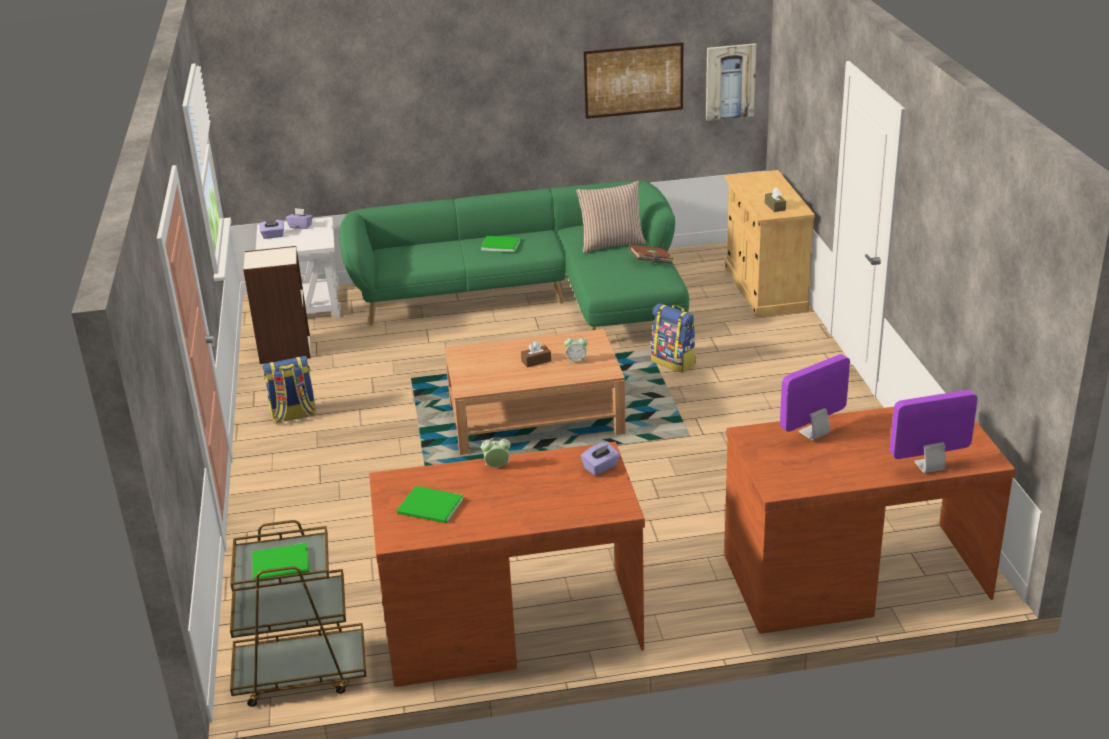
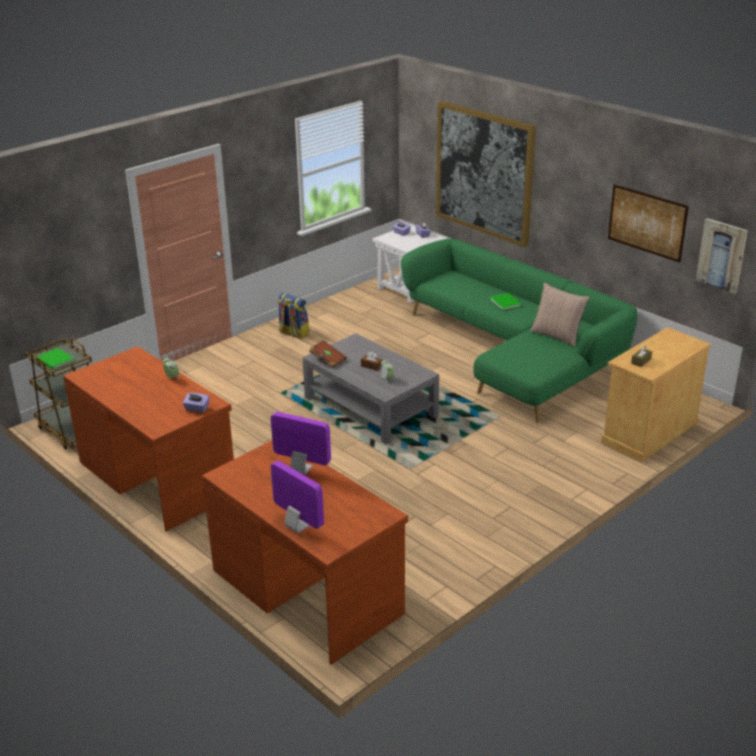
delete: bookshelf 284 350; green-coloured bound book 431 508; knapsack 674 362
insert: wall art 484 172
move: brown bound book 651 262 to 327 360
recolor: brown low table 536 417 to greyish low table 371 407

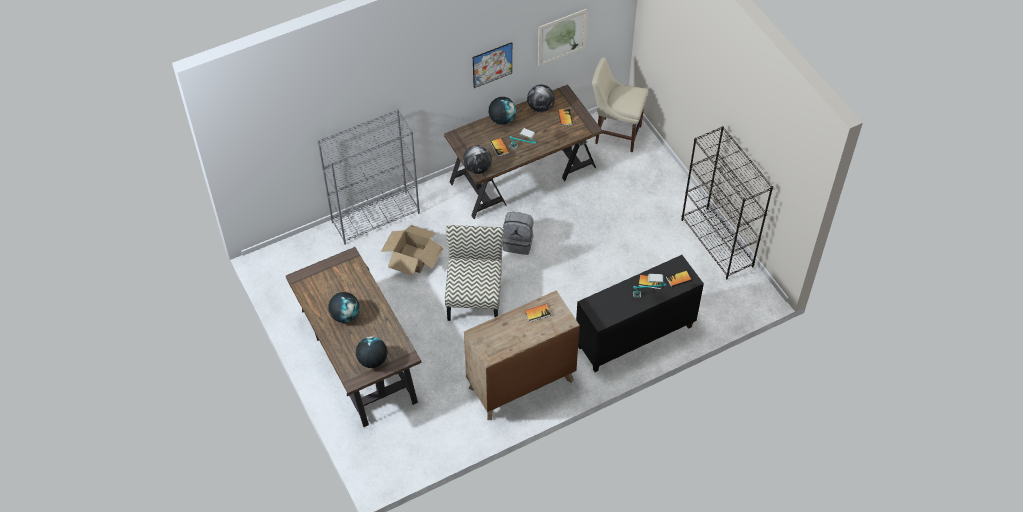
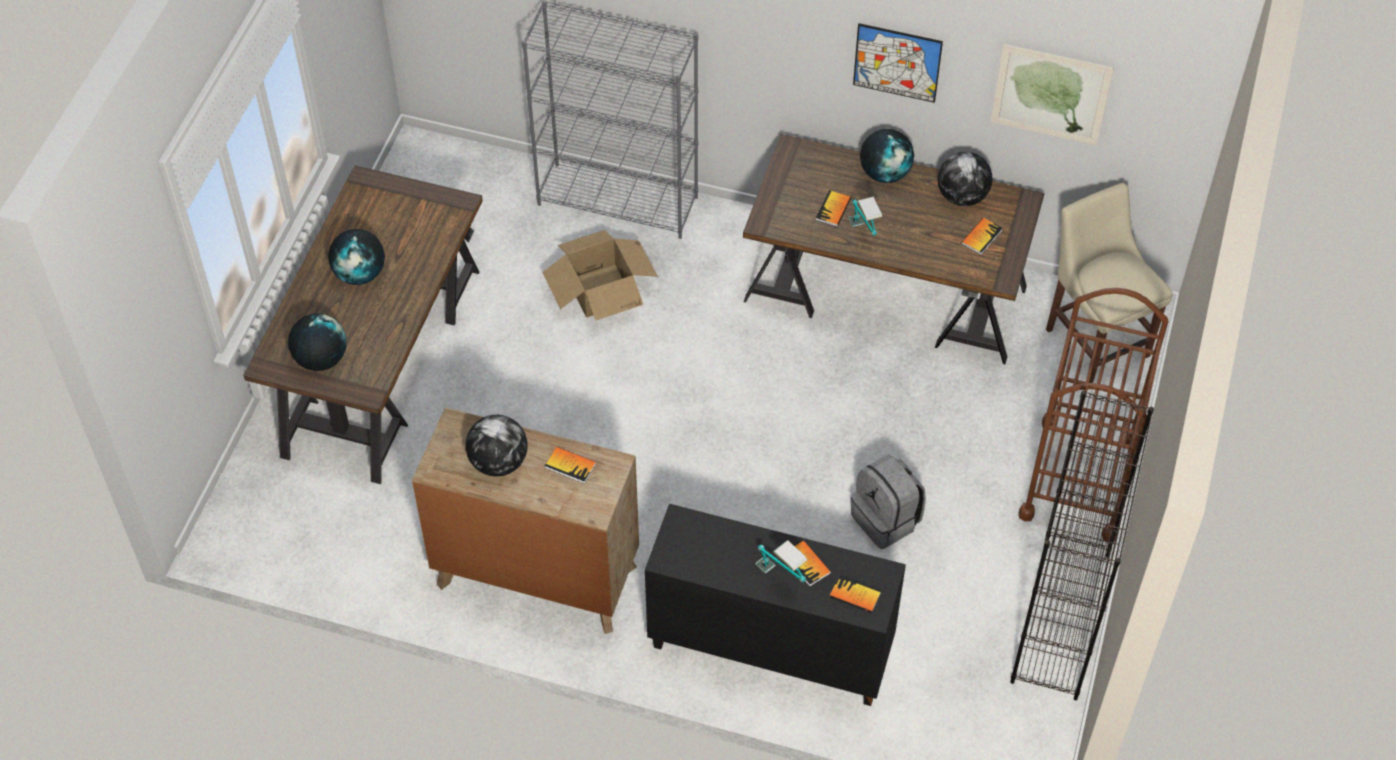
delete: plain chair 474 297
insert: brown cart 1079 479
move: globe 477 169 to 498 462; greyish knapsack 518 242 to 886 520

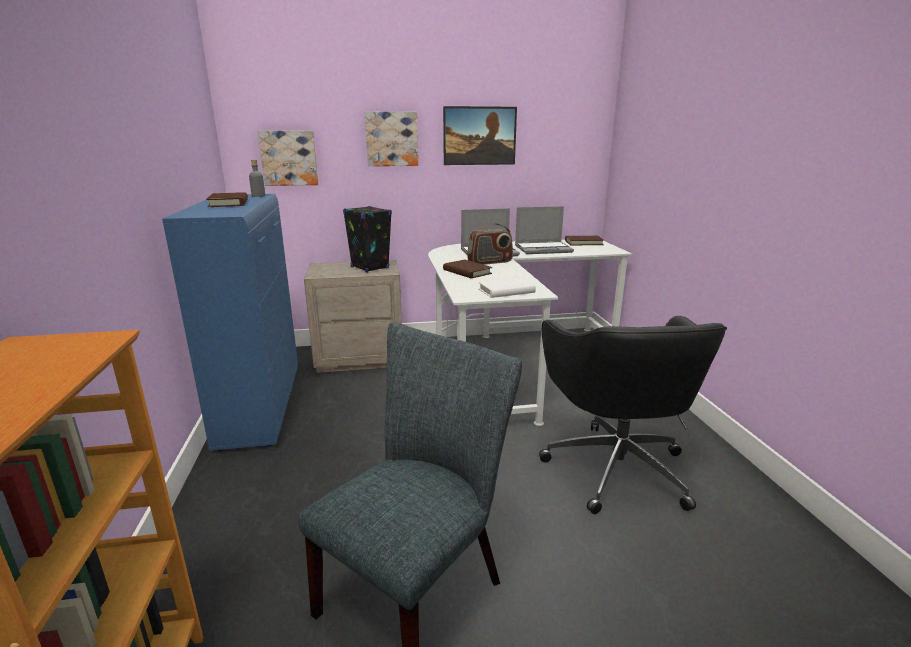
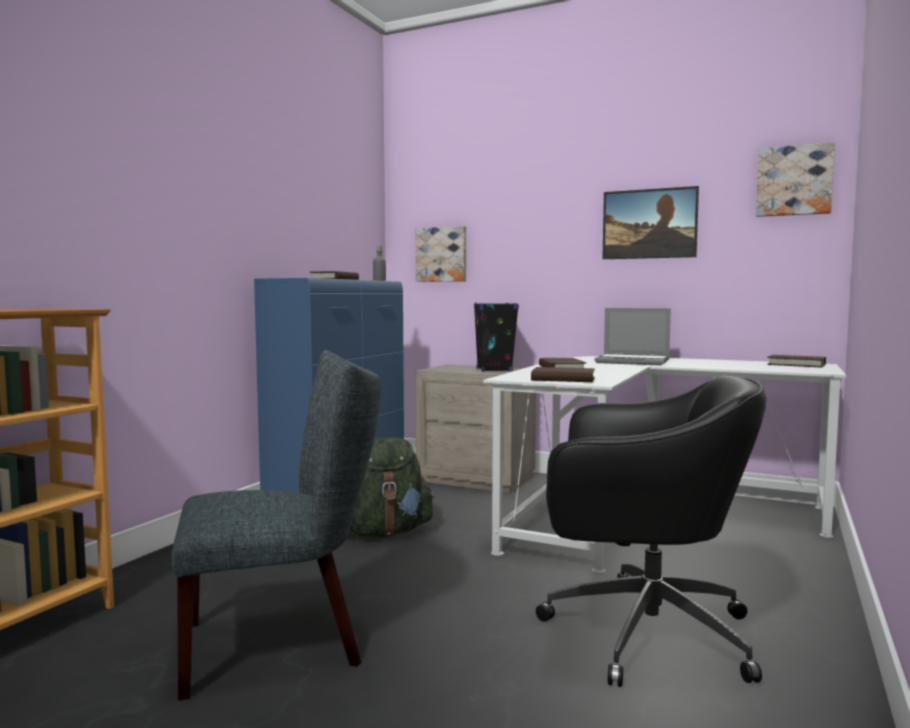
delete: radio set 490 262; portable computer 543 249
insert: green-coloured knapsack 383 532
move: wall art 391 139 to 794 181
recolor: white bound book 506 291 to brown bound book 563 379
rotate: black-coloured computer chair 615 466 = 642 632 105 degrees counterclockwise

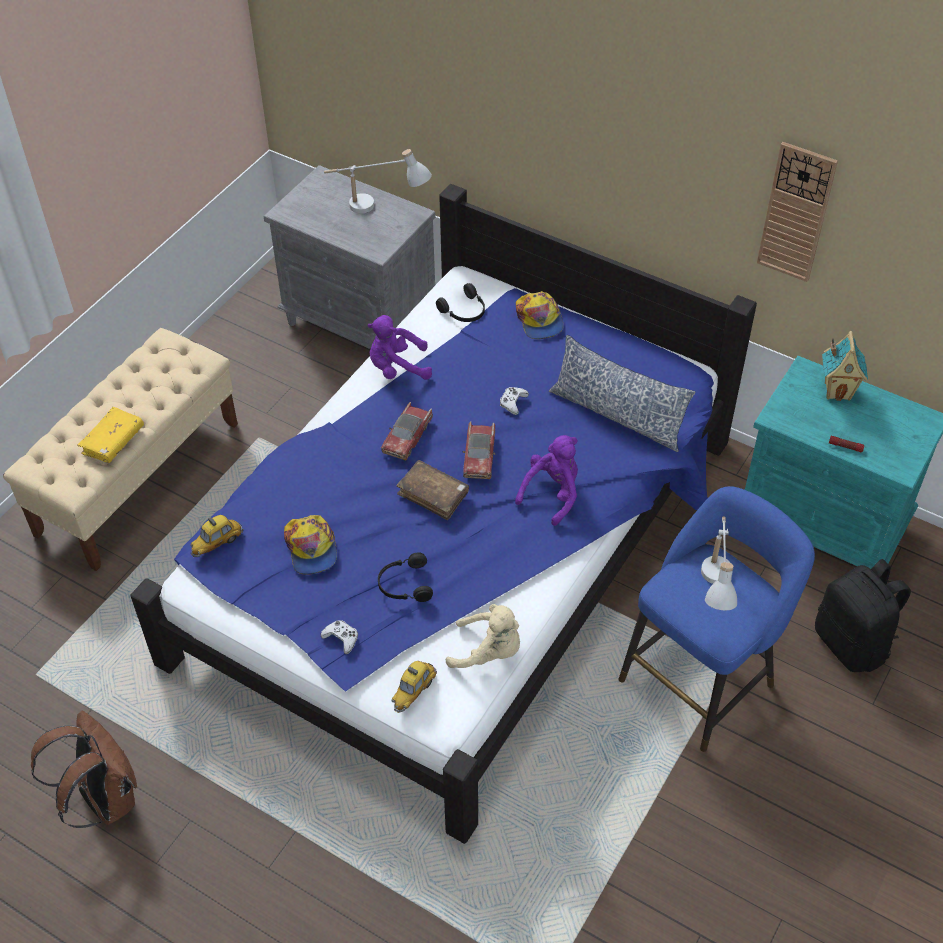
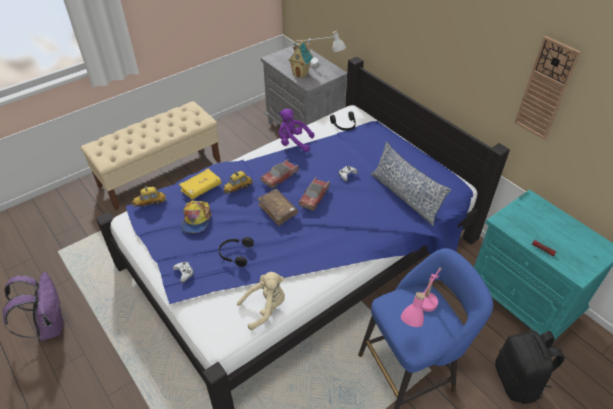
delete: purplish plush toy 552 494; cap 539 320
move: yellow bound book 113 441 to 201 188; model car 414 691 to 238 188; toy house 838 390 to 301 74
recolor: brown knapsack 104 799 to purplish knapsack 49 326; white table lamp 715 591 to pink table lamp 420 314
rotate: beige plush toy 489 651 = 265 308 60 degrees counterclockwise

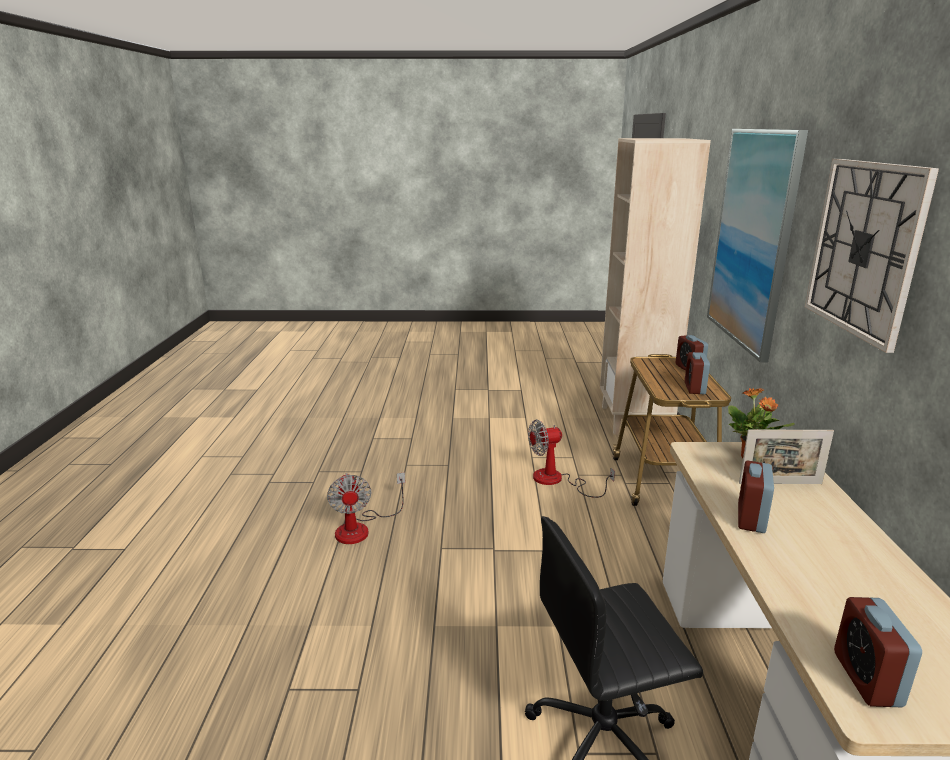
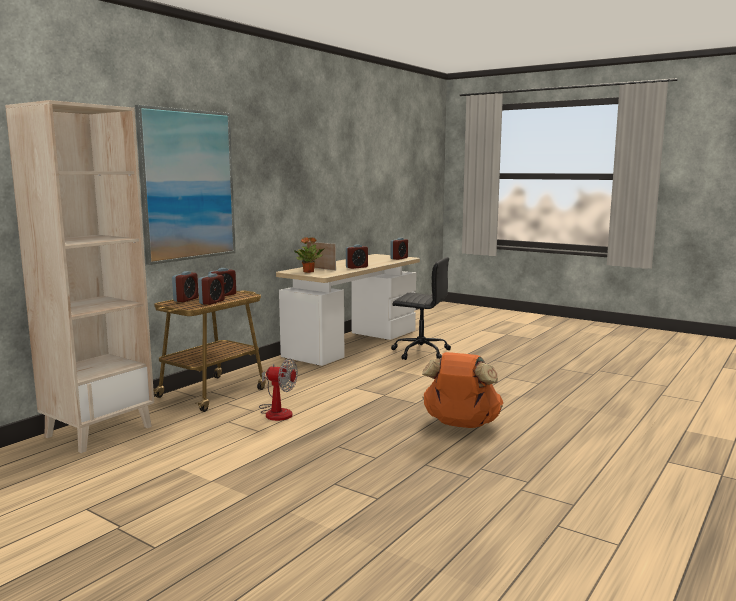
delete: hanging clock 864 248
insert: table clock 212 302
replace: electric fan 361 528 to orange knapsack 460 425

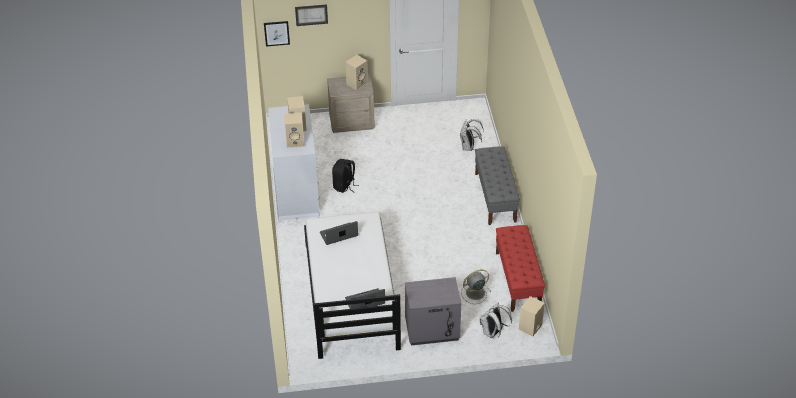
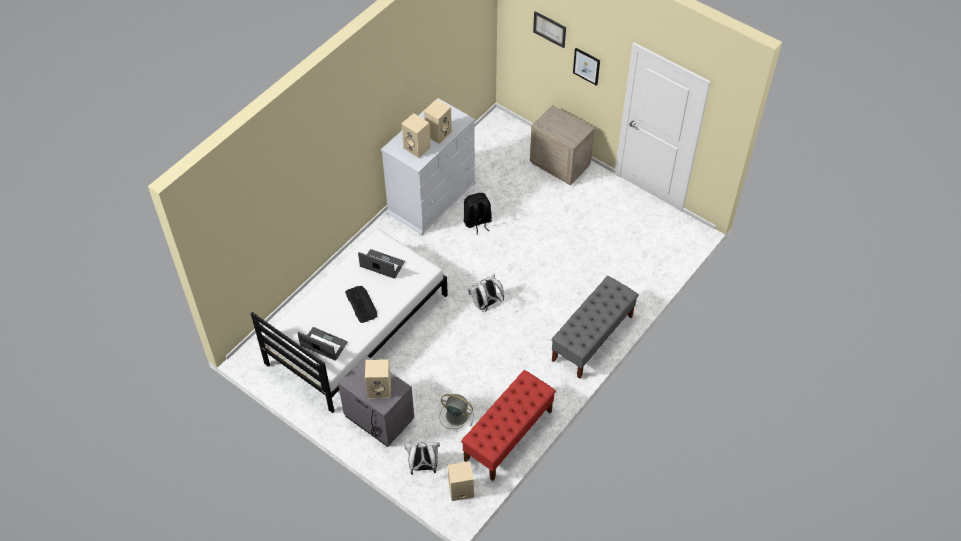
insert: keyboard 361 304
move: wall art 276 33 to 586 66; beige speaker 357 83 to 380 388; white knapsack 469 147 to 485 304

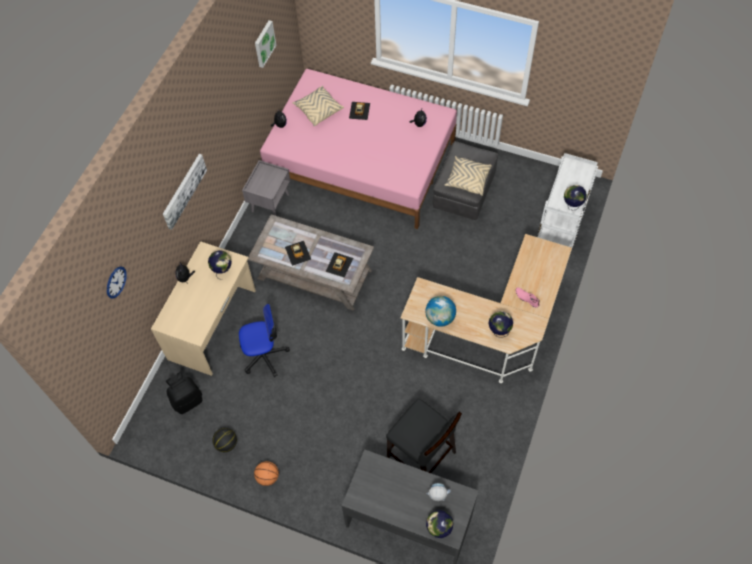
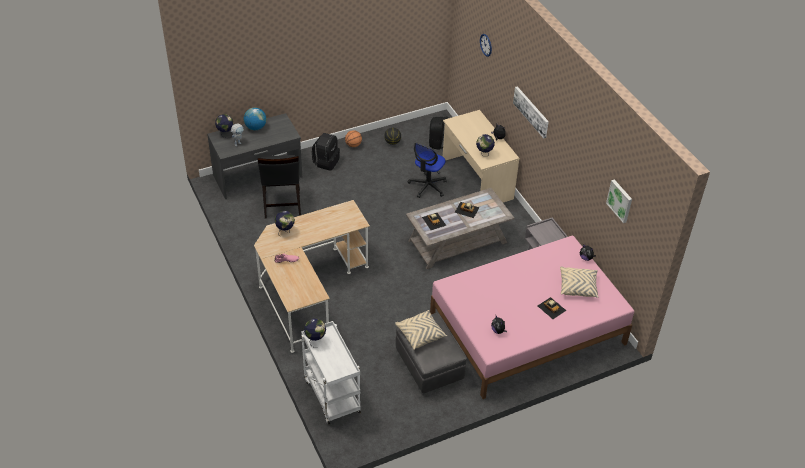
insert: black-coloured knapsack 326 162
move: globe 440 318 to 255 127
rotate: black-coloured plain chair 421 455 = 282 204 90 degrees counterclockwise

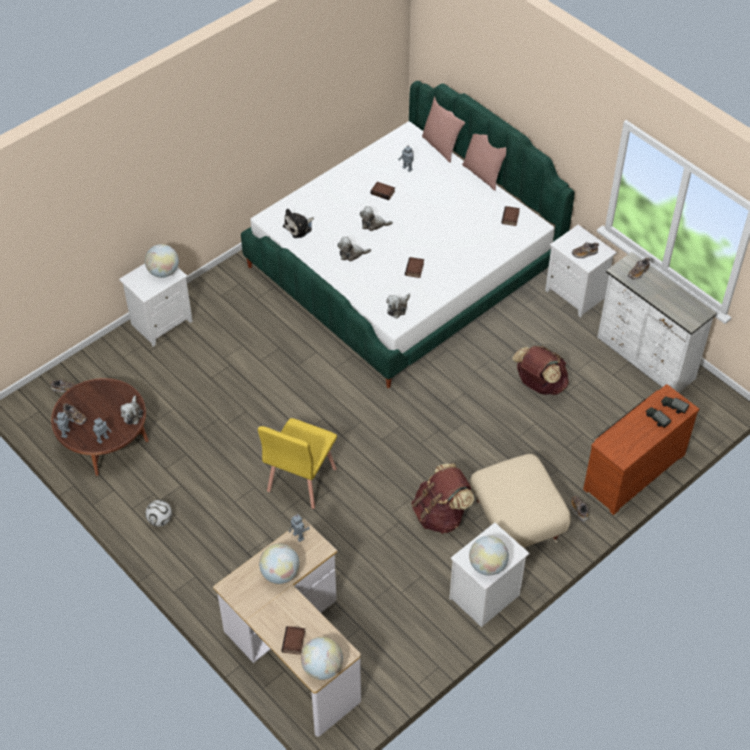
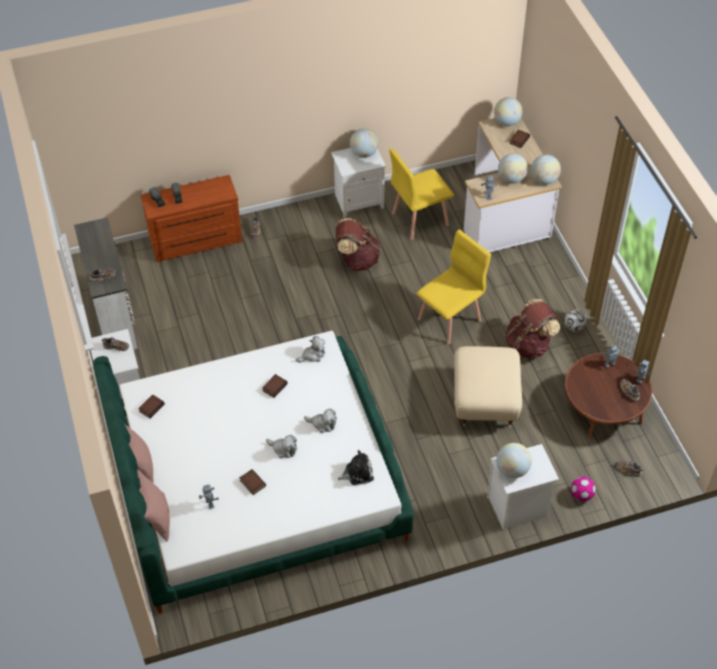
delete: plush toy 132 414
insert: yellow plain chair 419 219; globe 544 180; football 581 495
move: beige footrest 518 521 to 484 400; brown knapsack 539 385 to 528 344

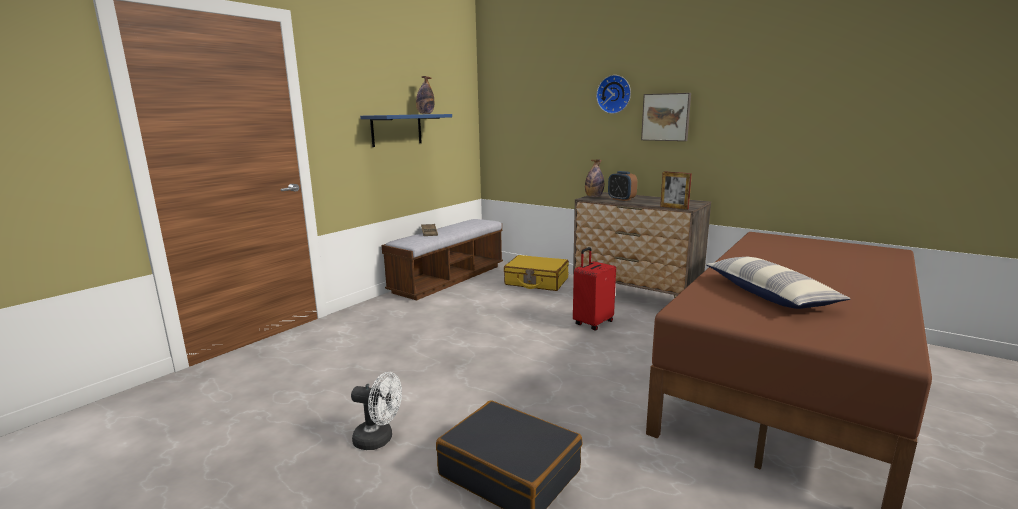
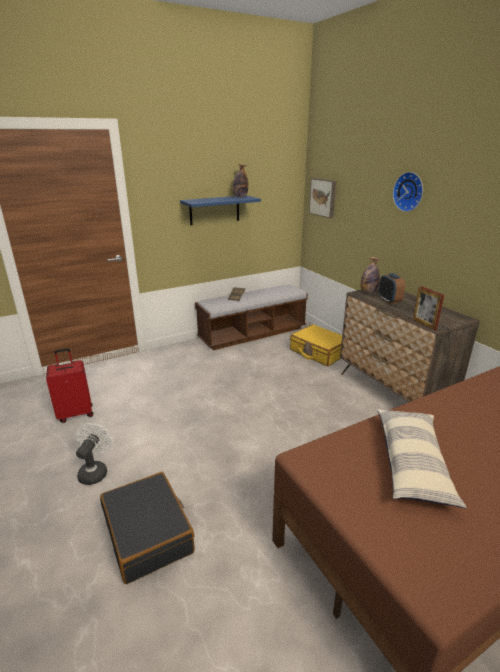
move: red-coloured travel case 592 323 to 76 413; wall art 666 117 to 323 197
rotate: white electric fan 379 440 = 95 471 120 degrees counterclockwise

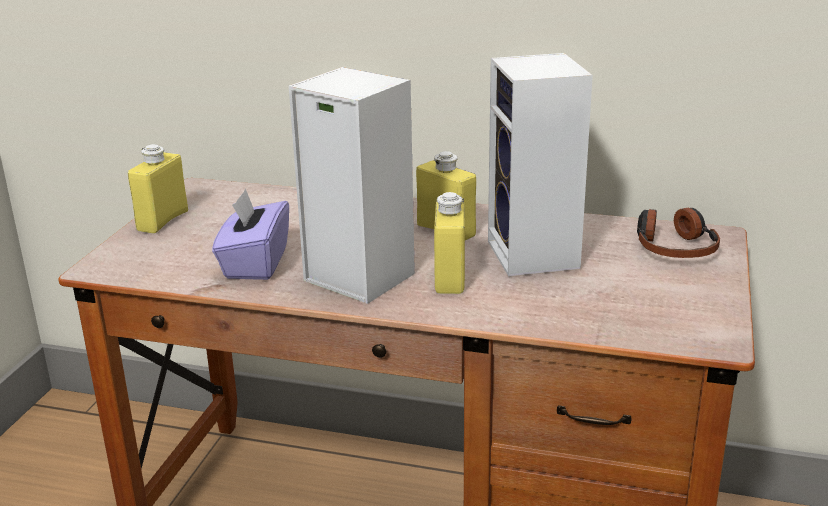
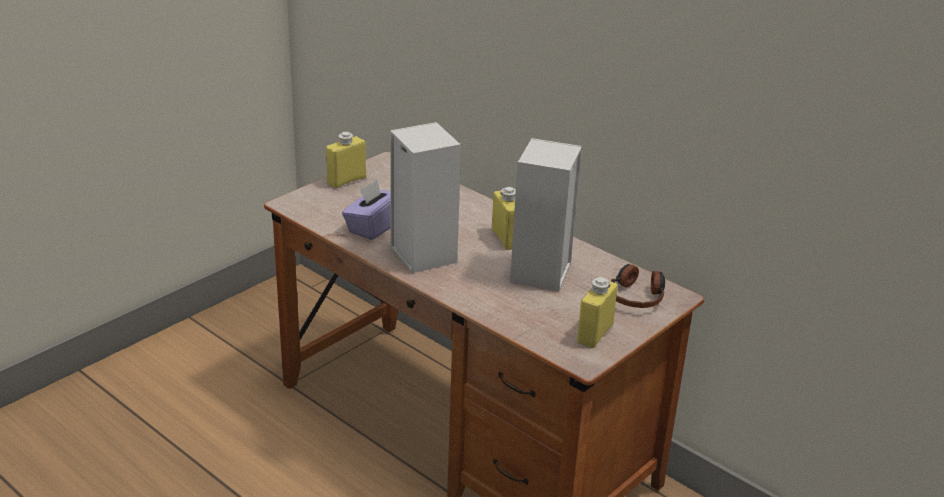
move: yellow bottle 450 278 to 595 334

